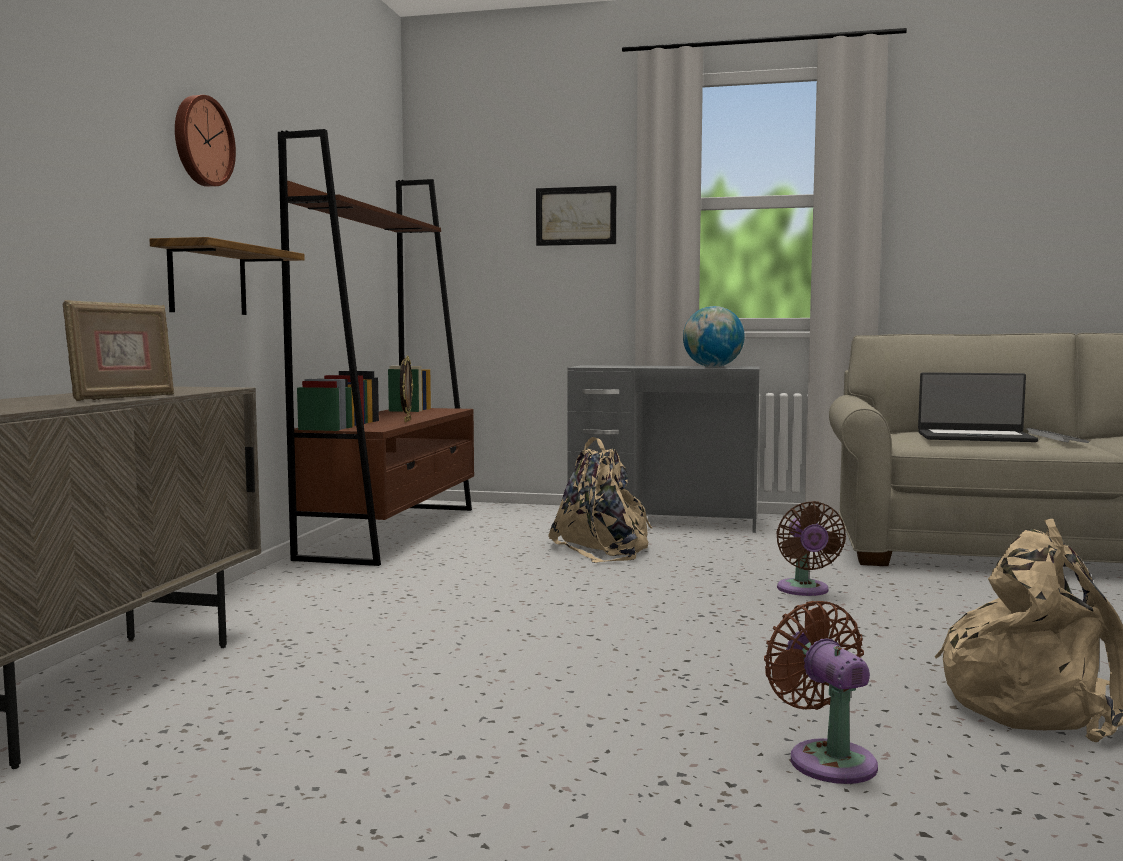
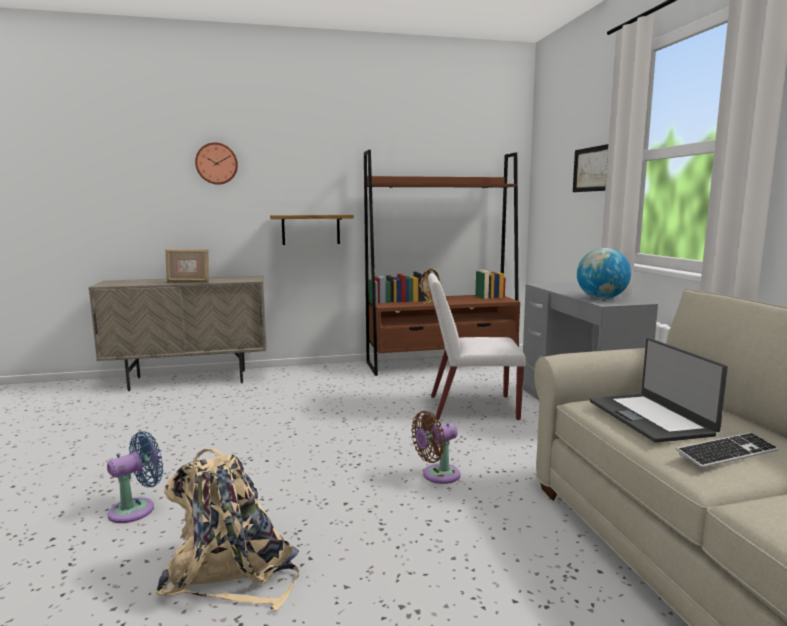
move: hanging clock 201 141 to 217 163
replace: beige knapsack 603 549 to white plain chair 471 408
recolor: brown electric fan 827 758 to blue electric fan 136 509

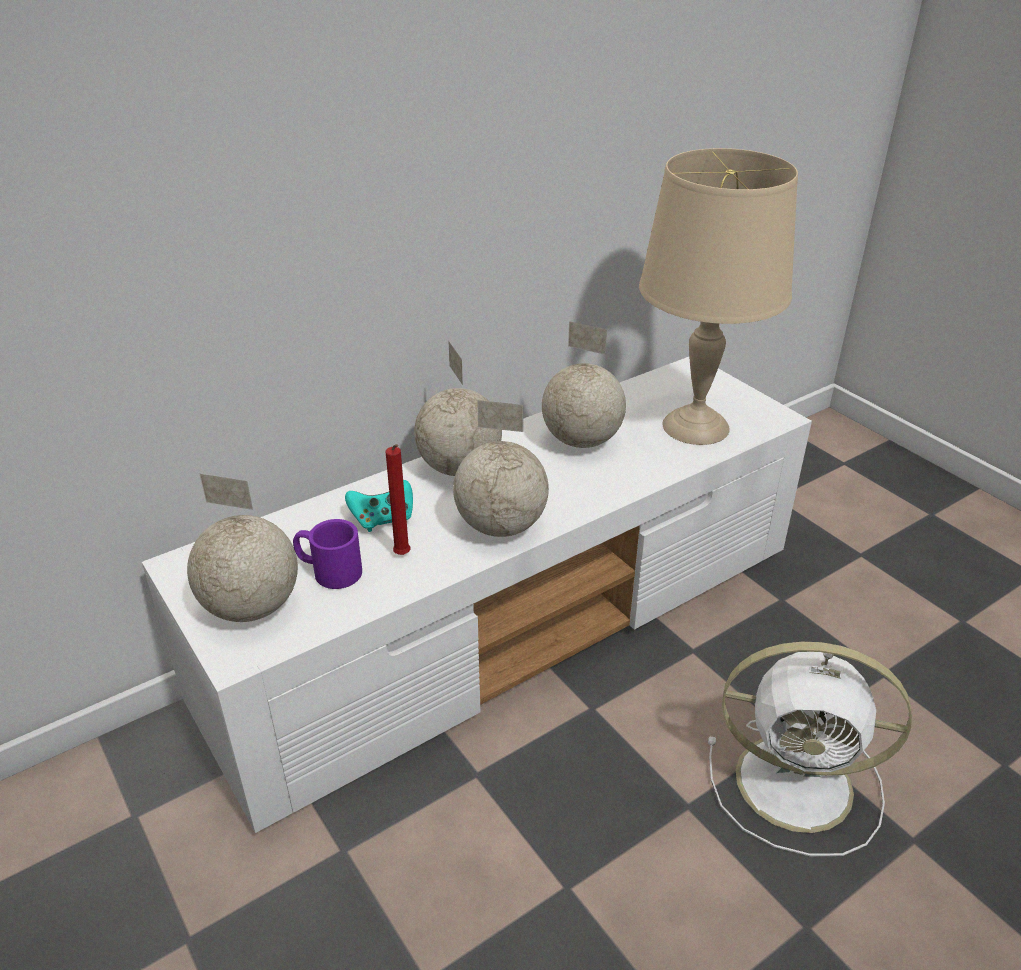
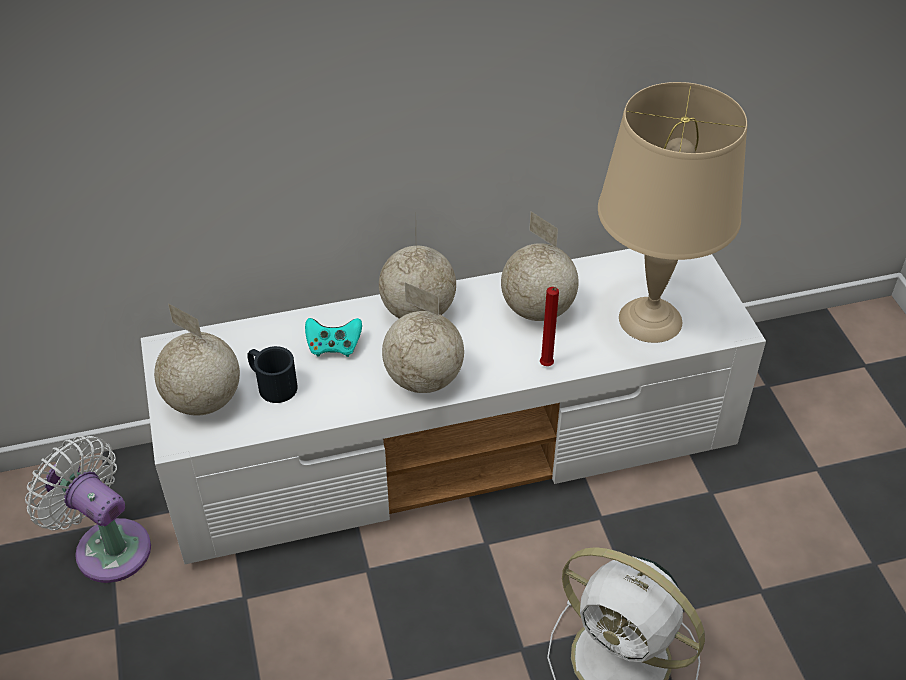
insert: white electric fan 107 546
move: red-coloured candle 403 556 to 546 367
recolor: purplish tea mug 328 570 to black-coloured tea mug 271 384

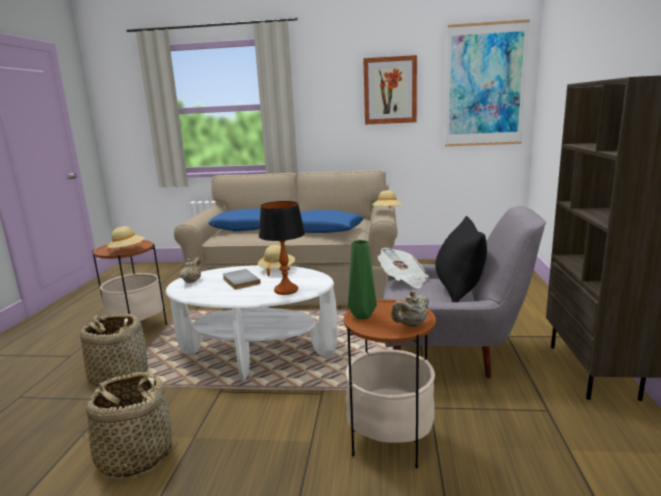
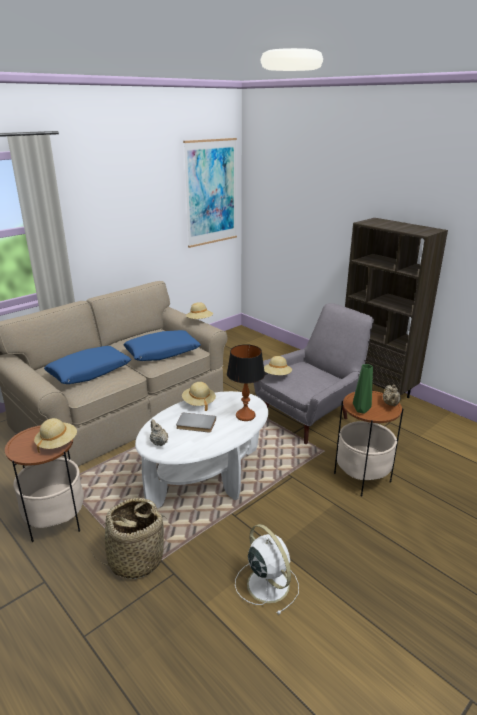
delete: wall art 390 90; black-coloured cushion 458 290
replace: household basket 135 455 to white electric fan 266 583; newspaper 403 280 to beige clothing hat 277 375

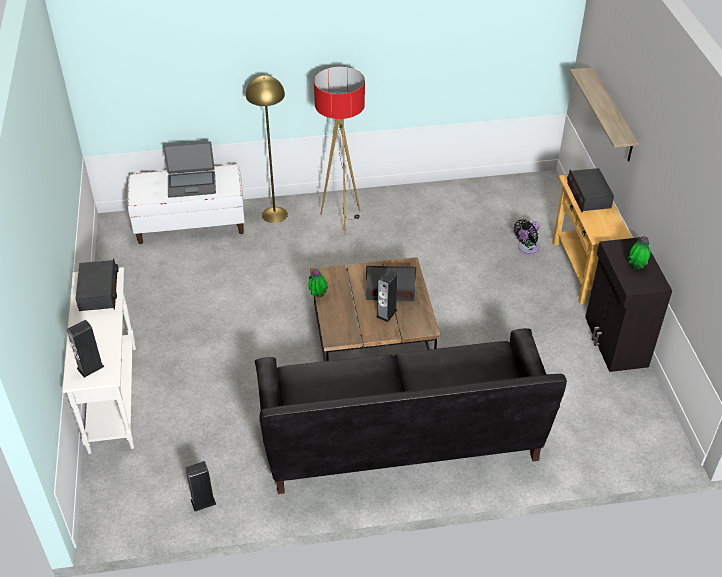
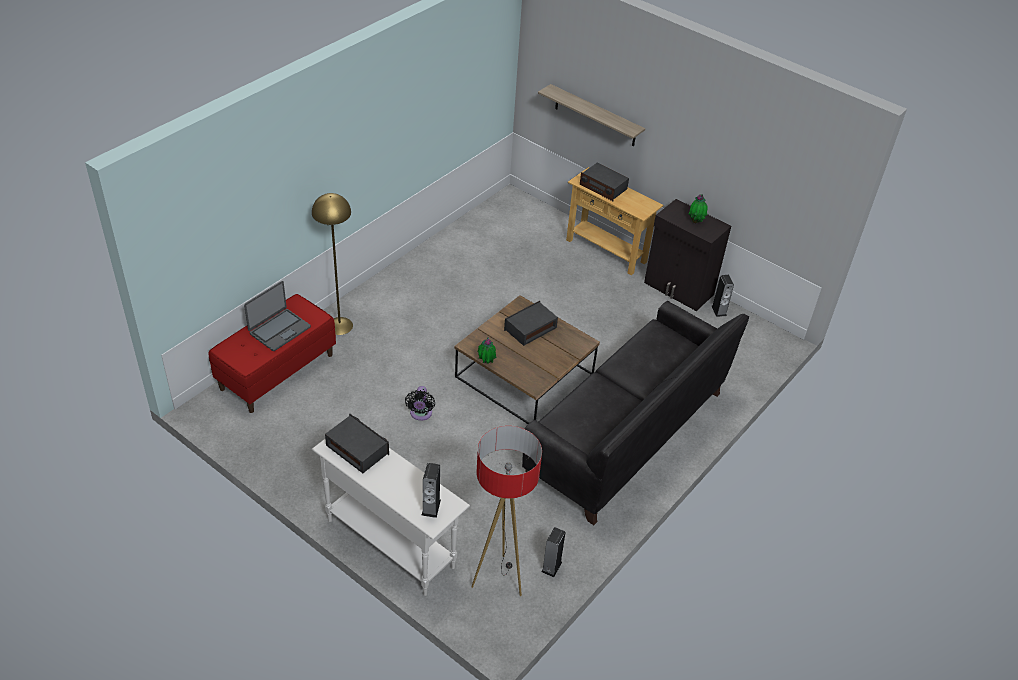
move: standard lamp 342 219 to 499 579; speaker 386 313 to 719 310; black-coloured electric fan 527 248 to 420 414
recolor: white indoor bench 190 224 to red-coloured indoor bench 277 371

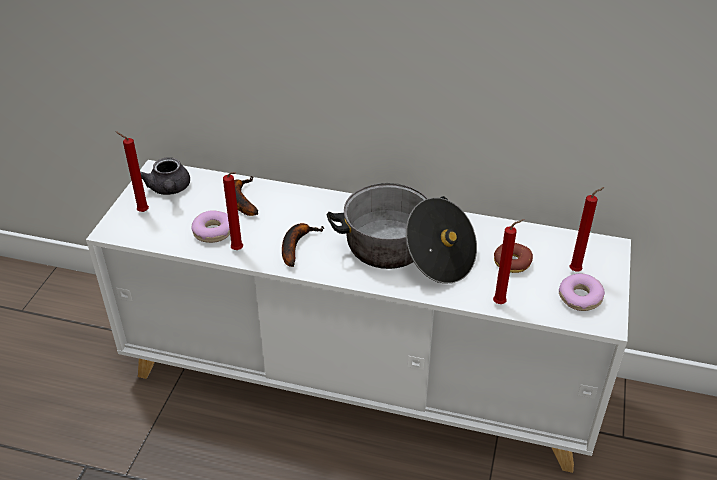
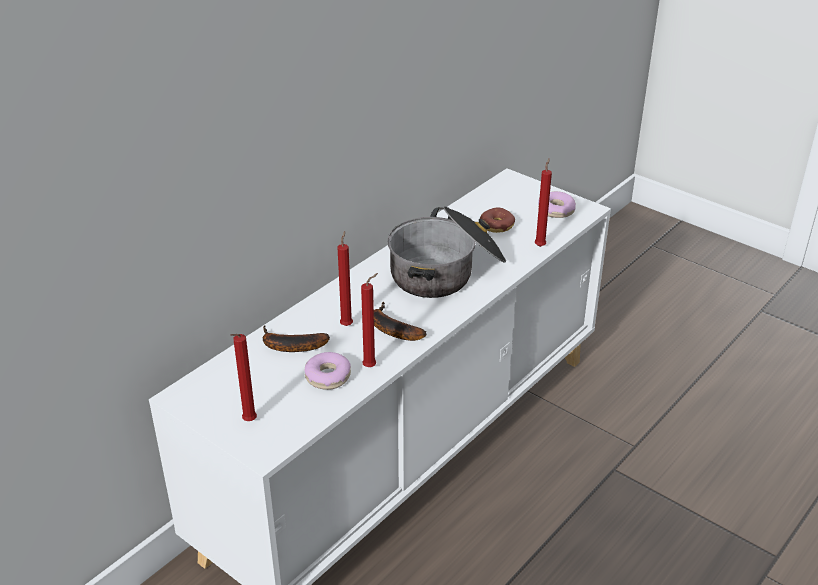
delete: greyish pot for tea 169 189
move: red-coloured candle 577 270 to 347 324

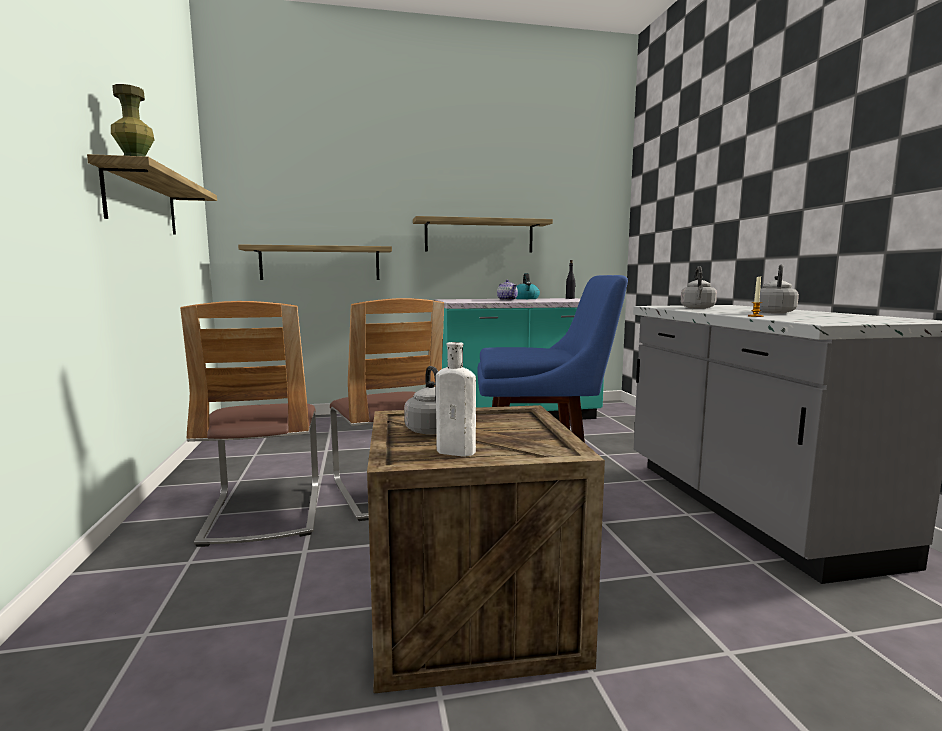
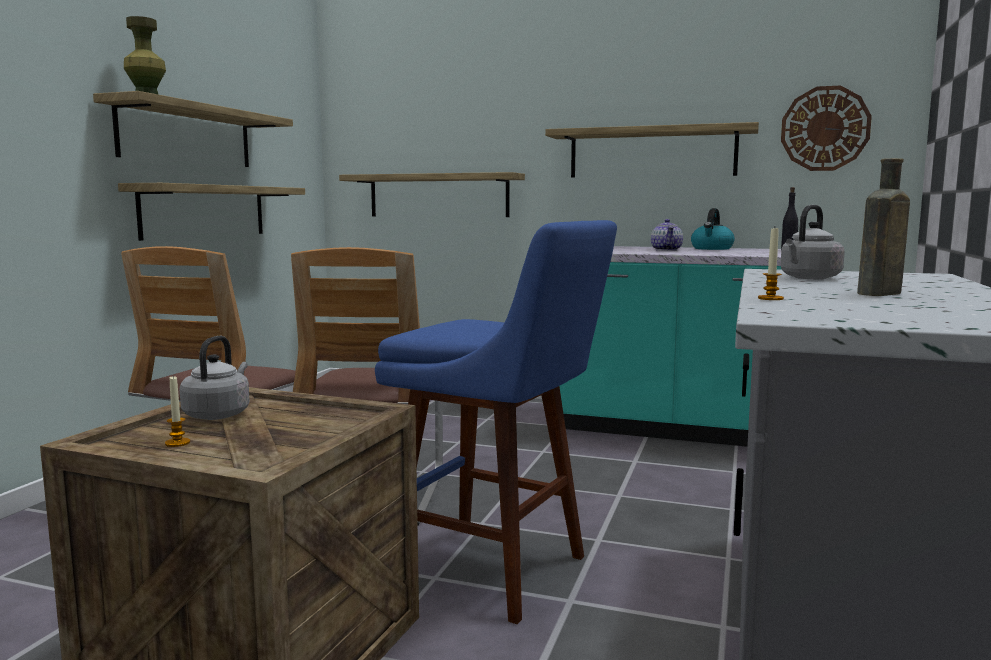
insert: bracket shelf 205 211; hanging clock 825 128
replace: white bottle 458 452 to candle 177 443; greyish tea kettle 774 312 to brown bottle 877 294

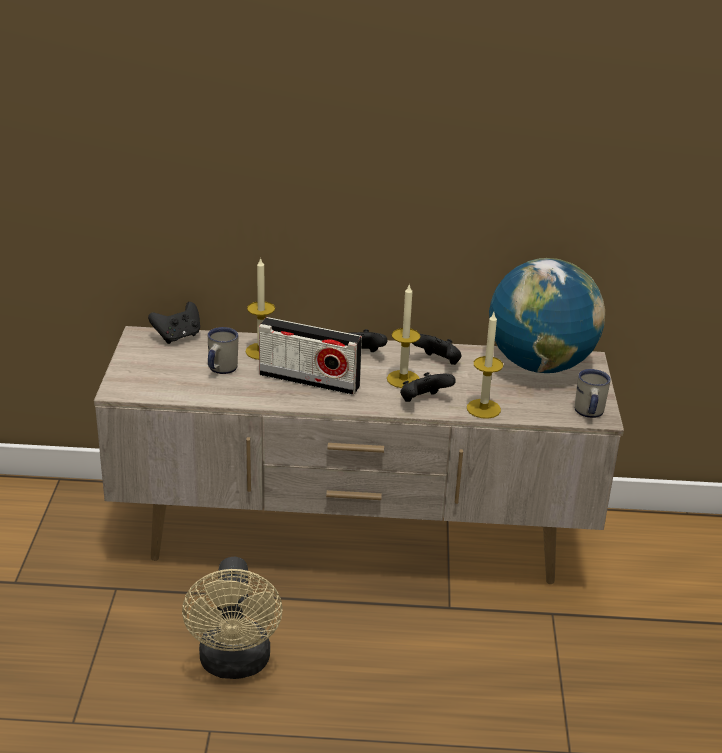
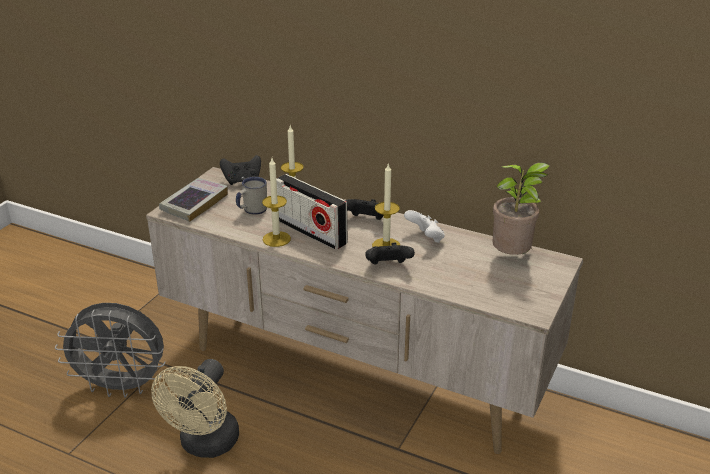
delete: white tea mug 588 413
insert: greyish electric fan 122 387; bound book 194 203
move: candle 483 409 to 276 239
replace: globe 540 365 to houseplant 513 258
recolor: black-coloured game controller 437 363 to white game controller 425 238

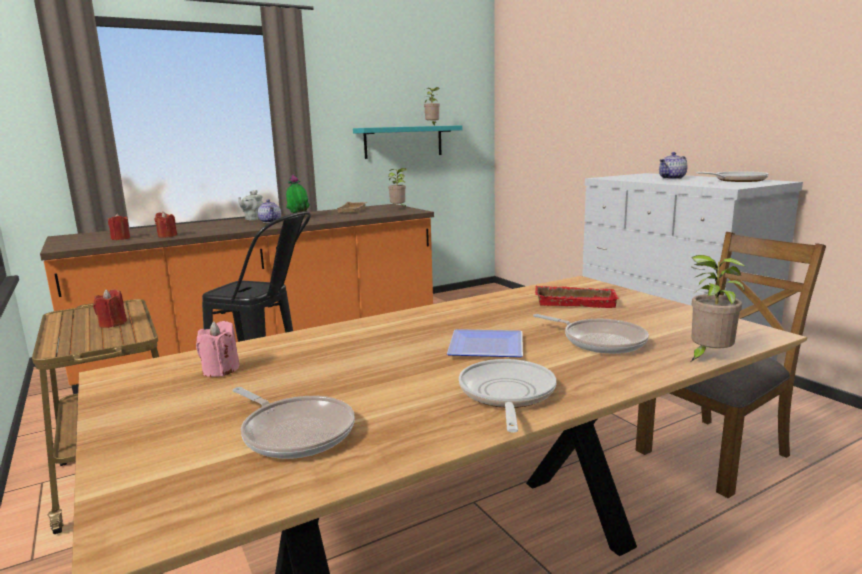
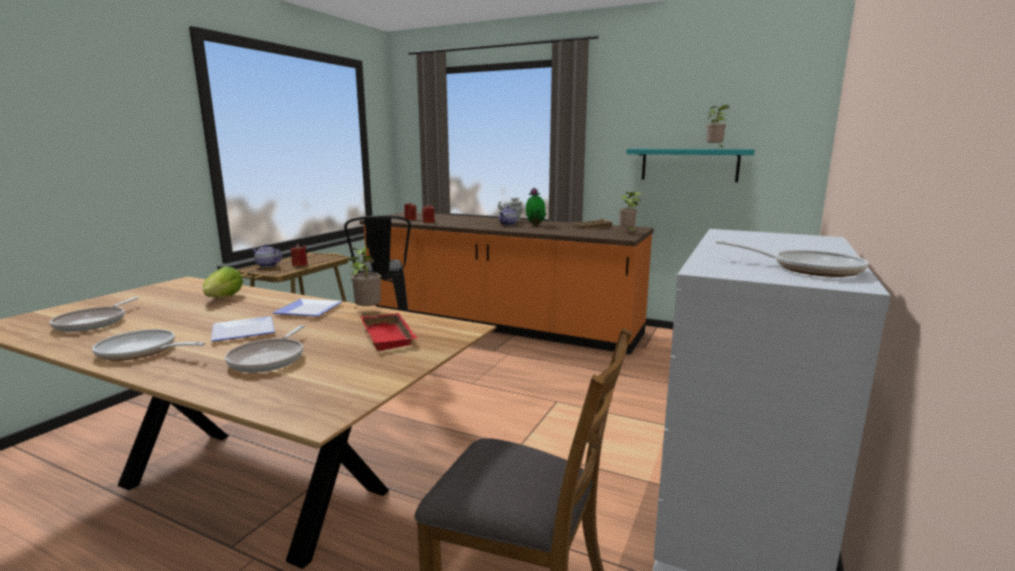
delete: pink candle 220 370
insert: head of lettuce 223 298; flat dish 311 310
move: pot for tea 672 178 to 267 266; houseplant 708 357 to 367 312
rotate: skillet 506 395 = 141 351 135 degrees counterclockwise

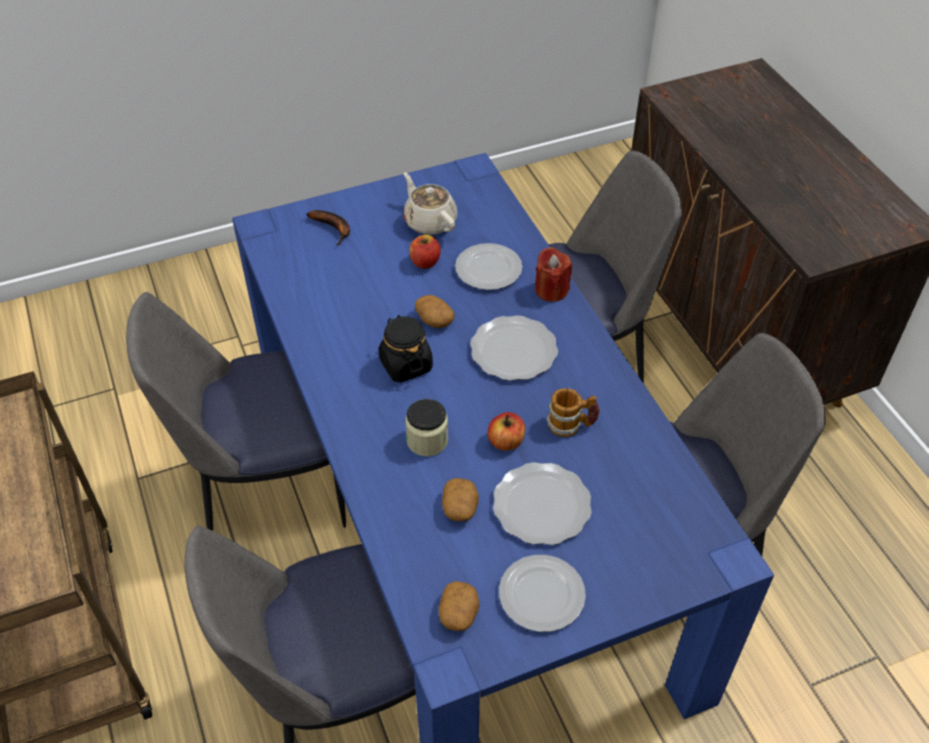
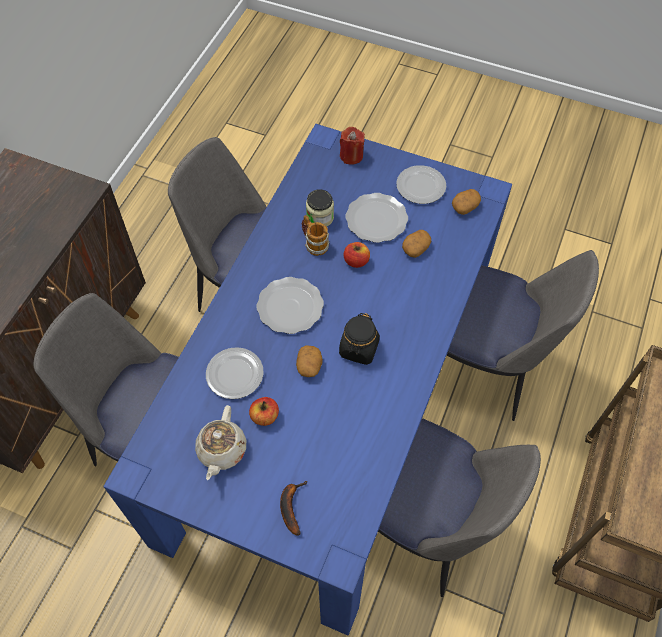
move: preserve jar 427 440 to 320 217; red-coloured candle 551 290 to 351 156

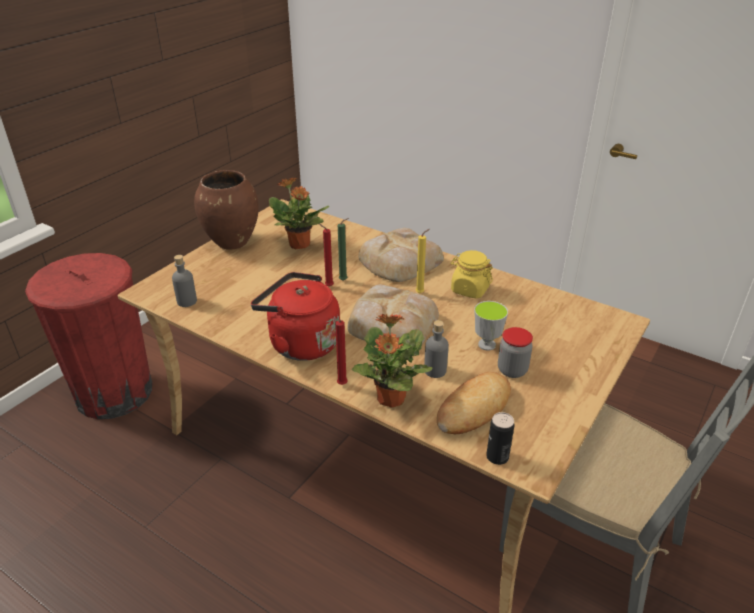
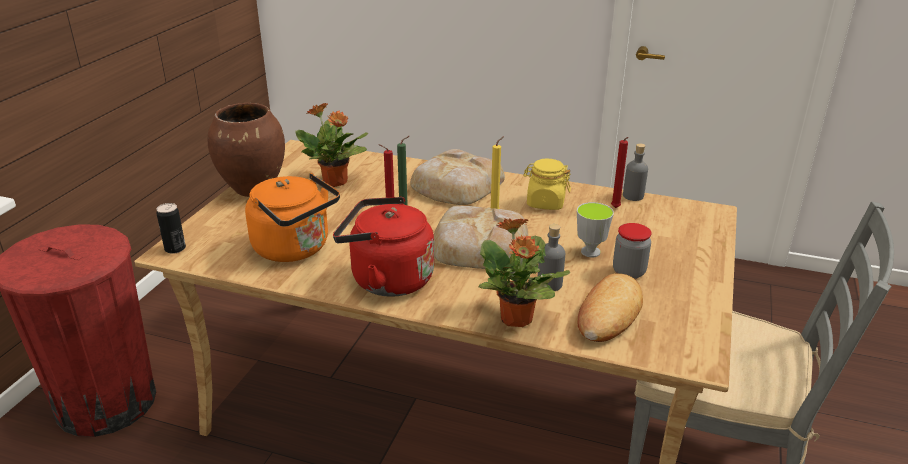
insert: orange tea kettle 295 249
move: greyish bottle 187 301 to 633 196; red-coloured candle 341 385 to 616 208; metal can 497 457 to 175 248

